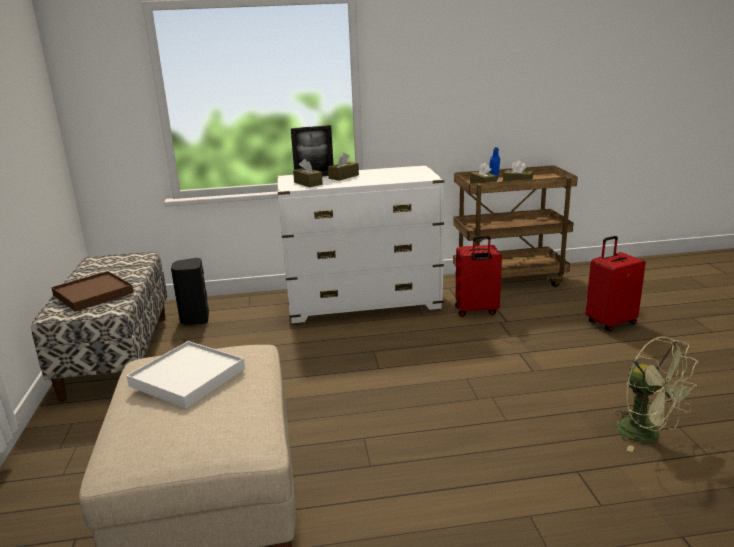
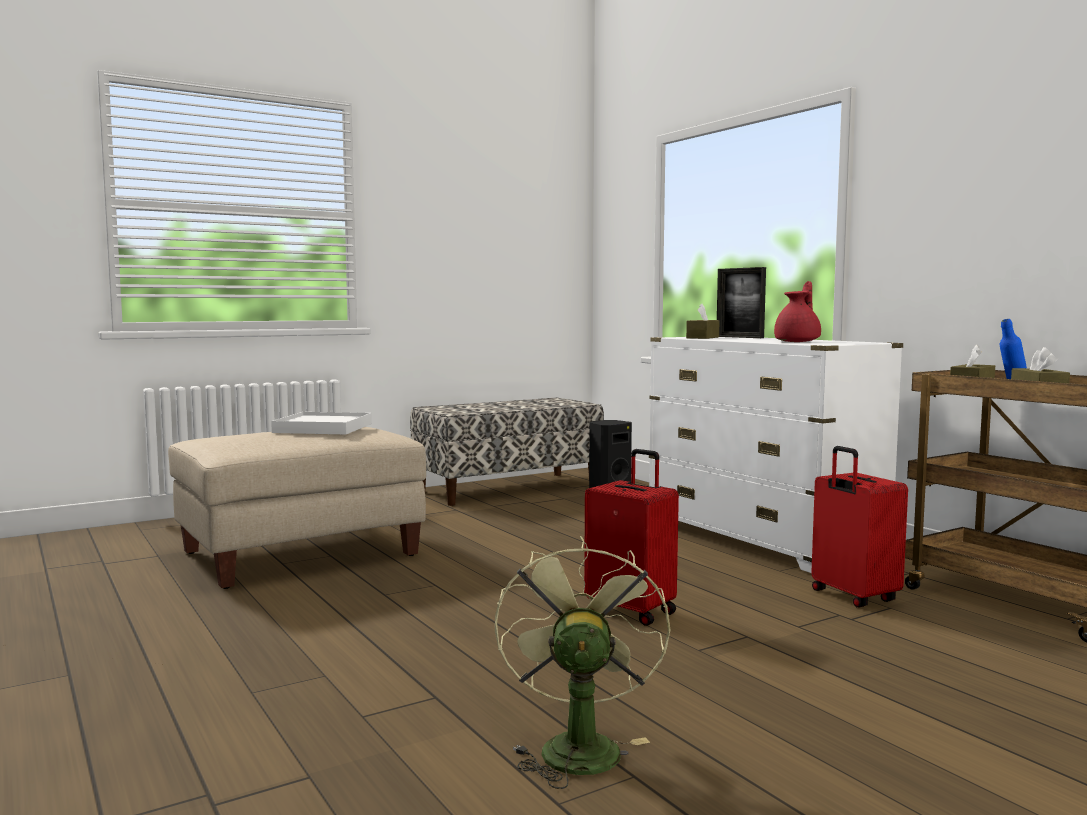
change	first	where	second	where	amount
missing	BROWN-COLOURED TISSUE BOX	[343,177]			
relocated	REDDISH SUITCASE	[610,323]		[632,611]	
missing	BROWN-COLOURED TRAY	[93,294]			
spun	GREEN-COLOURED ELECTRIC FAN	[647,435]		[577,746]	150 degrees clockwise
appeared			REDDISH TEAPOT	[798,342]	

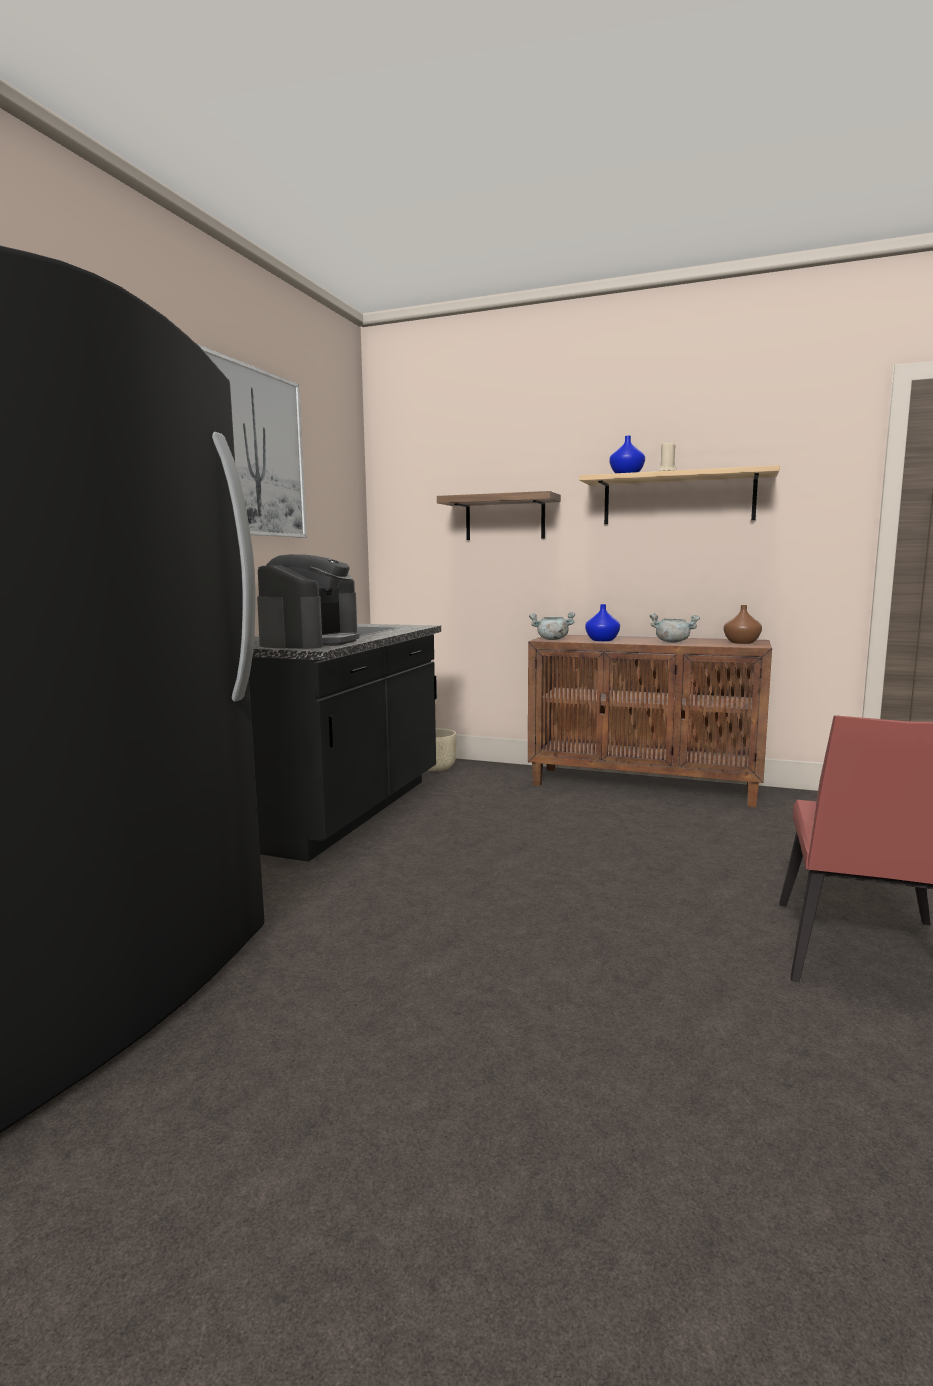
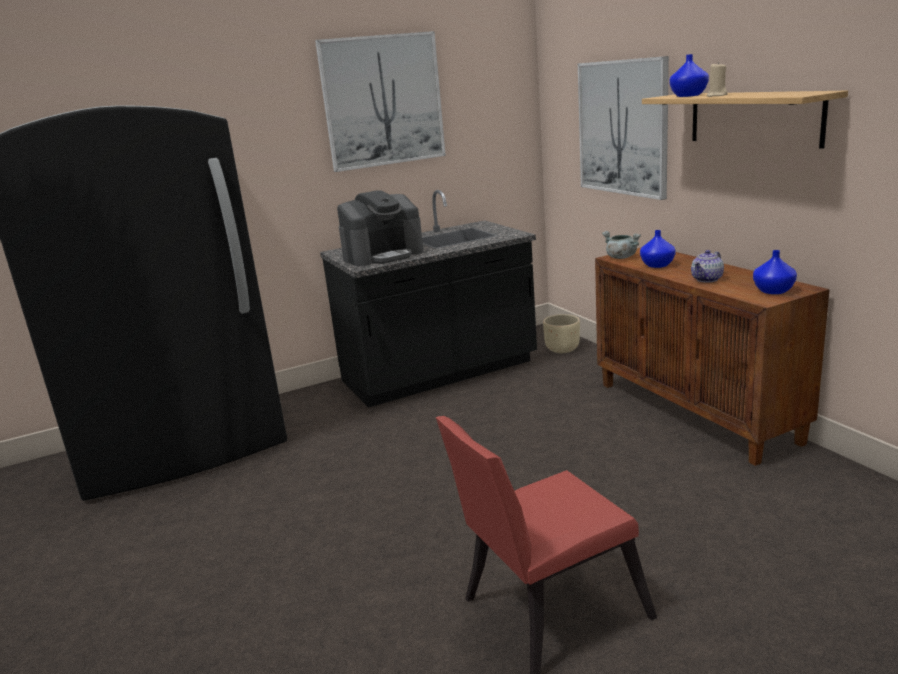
change	first	where	second	where	amount
exchanged	WALL SHELF	[505,518]	PICTURE	[622,128]	
colour	BROWN-COLOURED VASE	[740,642]	BLUISH VASE	[772,291]	
exchanged	GREYISH SAUCEPOT	[673,642]	TEAPOT	[707,279]	

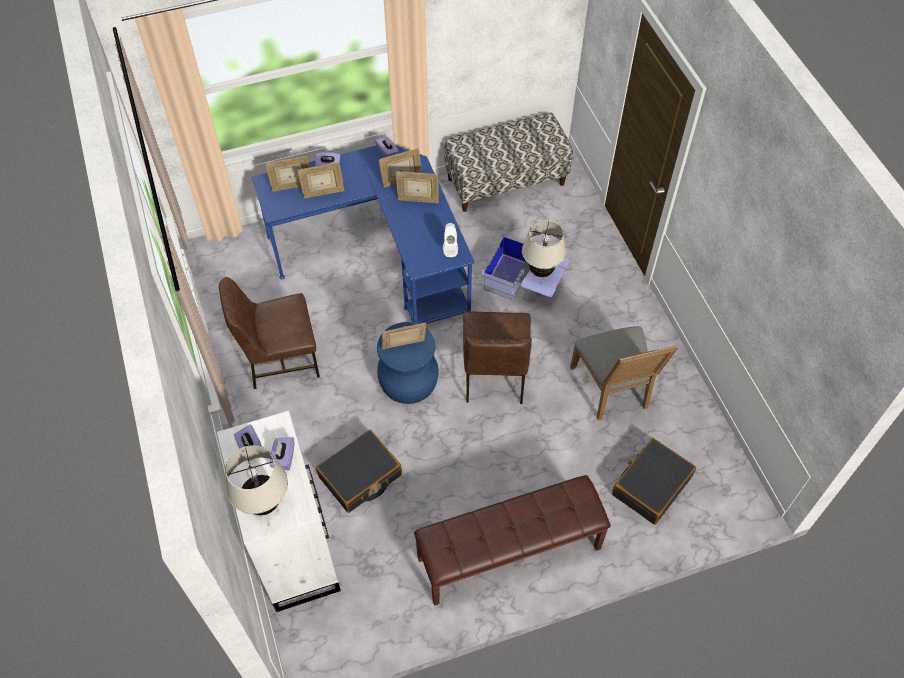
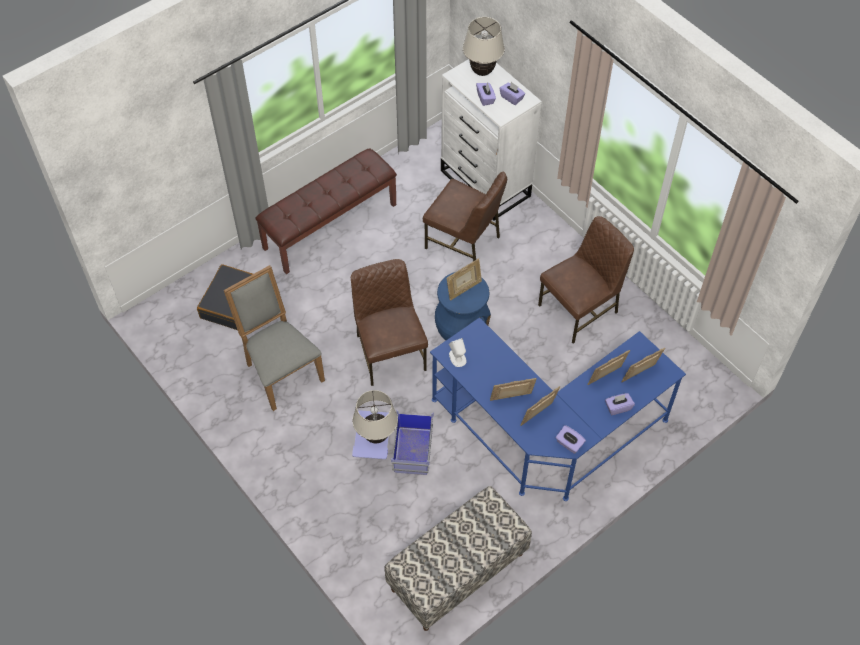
change	first	where	second	where	amount
exchanged	BLACK-COLOURED SUITCASE	[360,476]	BROWN-COLOURED UPRIGHT CHAIR	[464,242]	

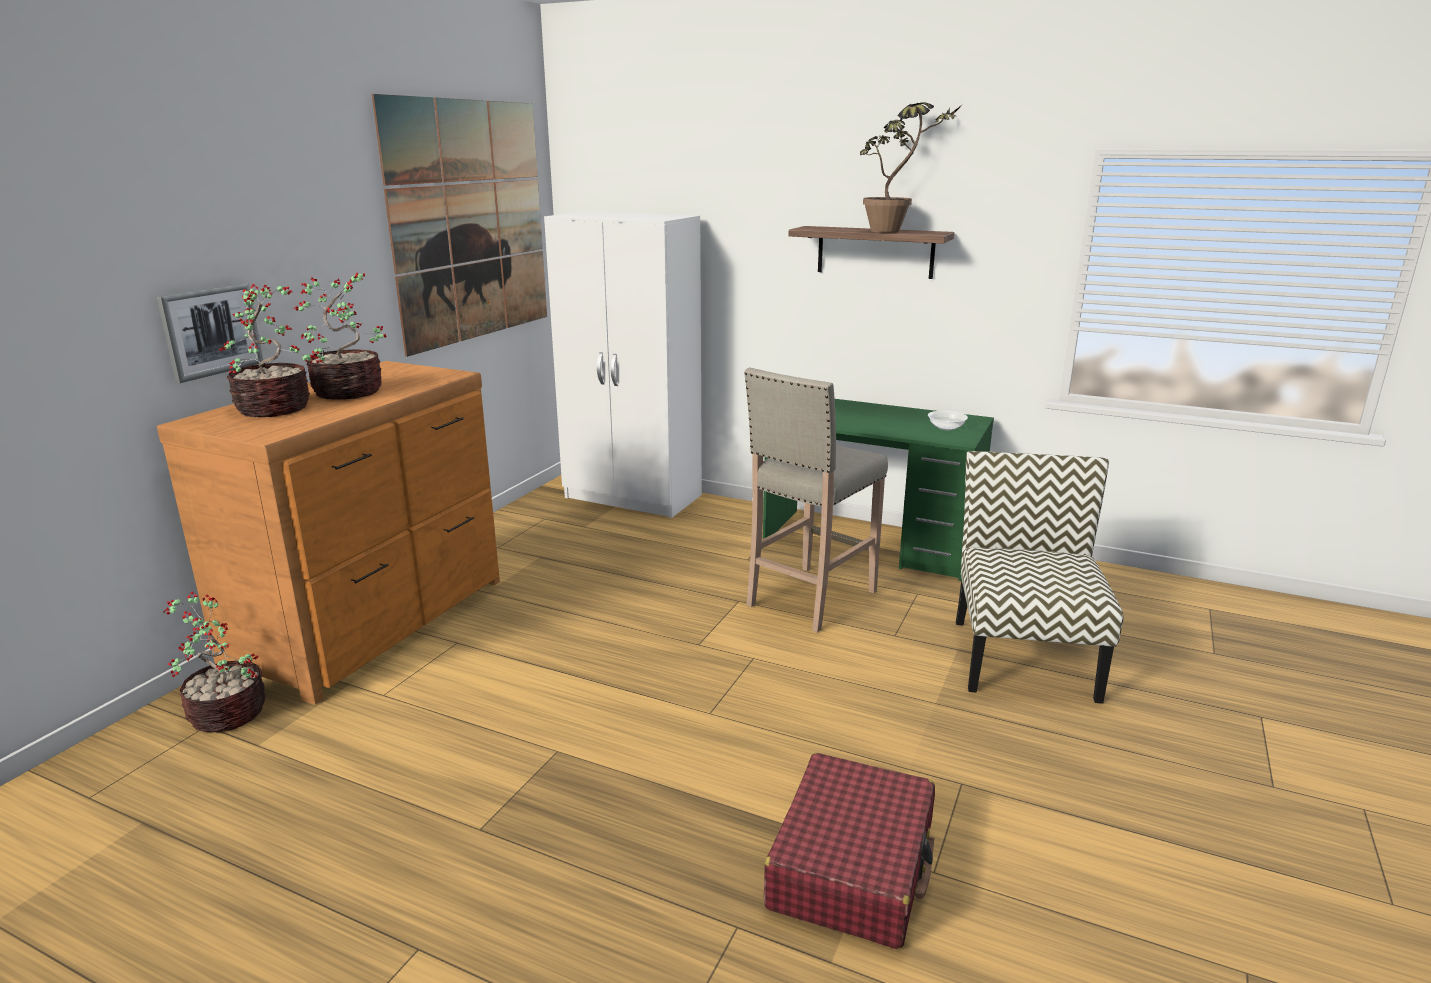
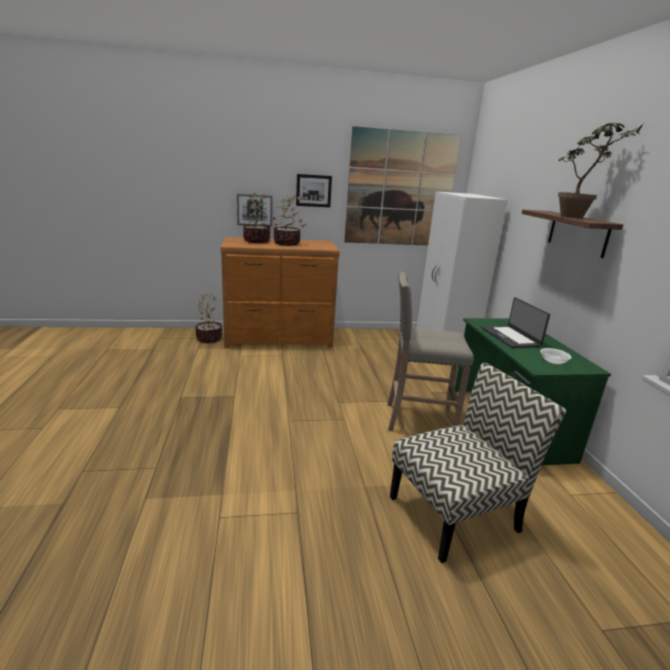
change	first	where	second	where	amount
missing	REDDISH SUITCASE	[852,866]			
appeared			PICTURE	[313,190]	
appeared			NOTEBOOK COMPUTER	[511,337]	

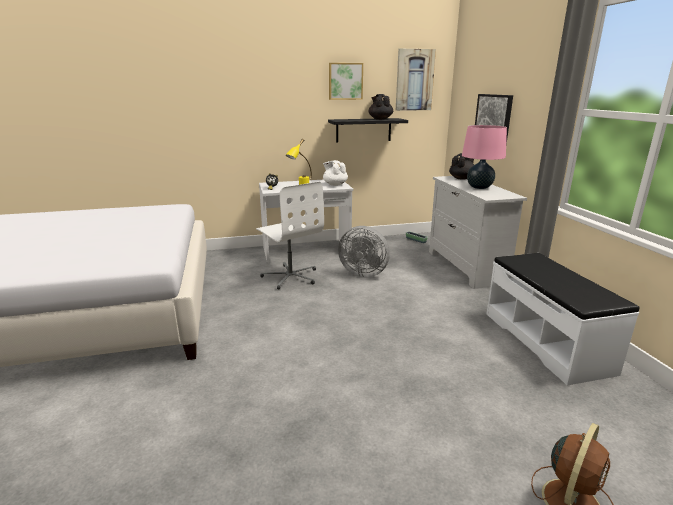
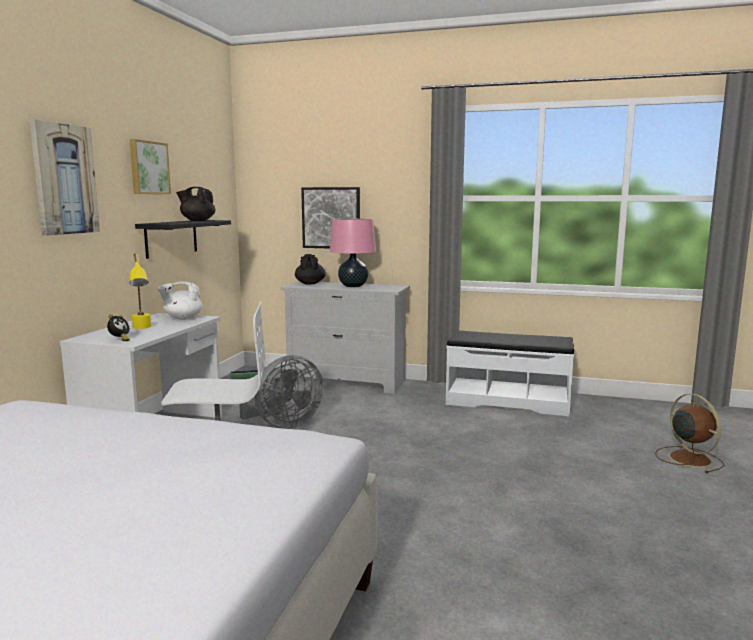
change	first	where	second	where	amount
relocated	PICTURE	[414,80]		[64,179]	

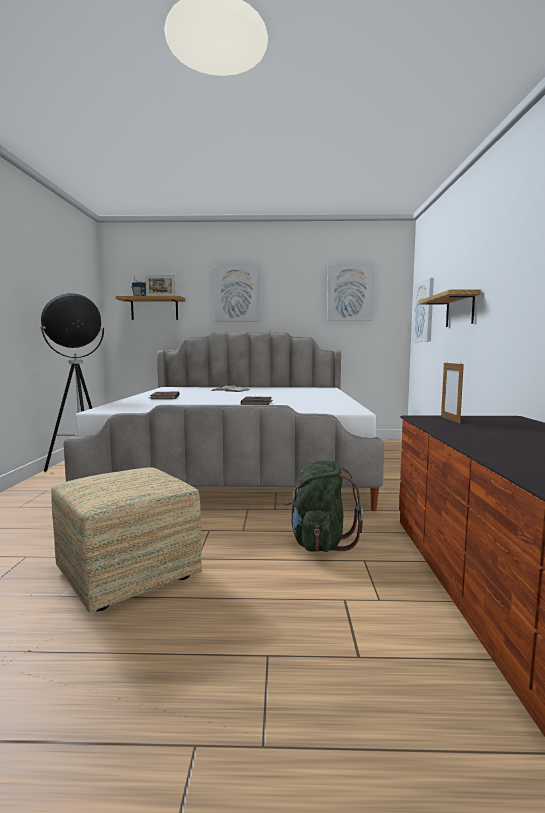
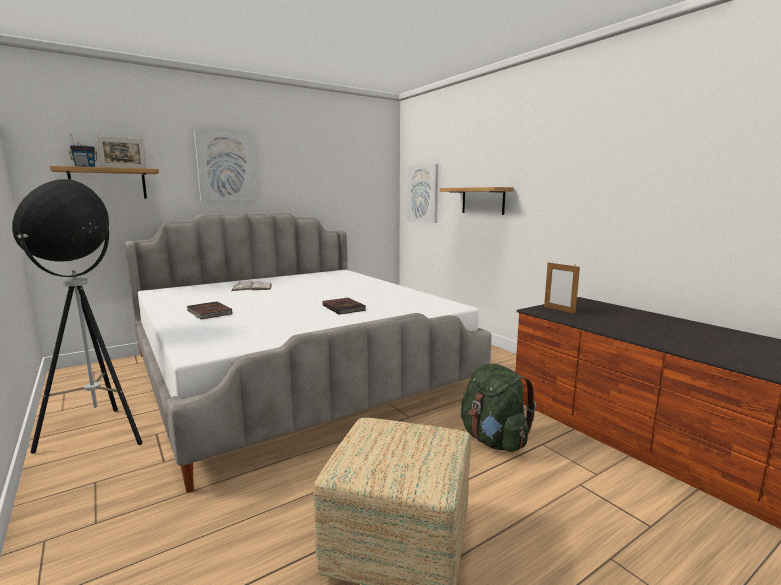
change	first	where	second	where	amount
missing	PICTURE	[349,293]			

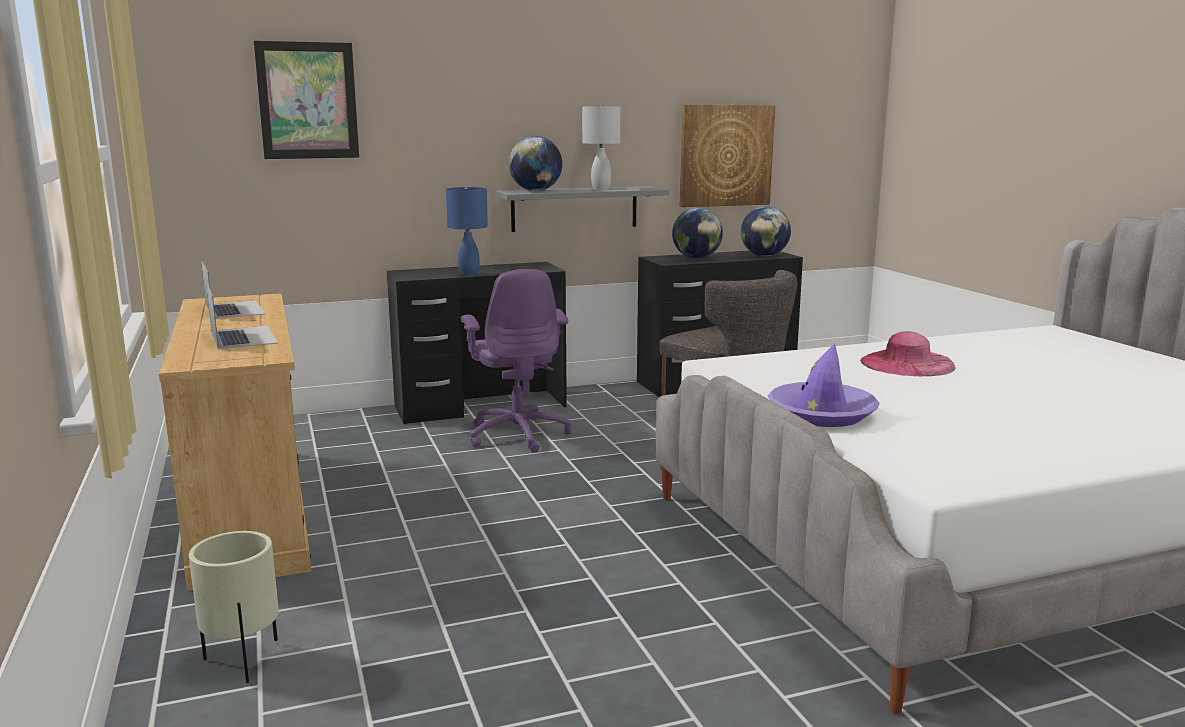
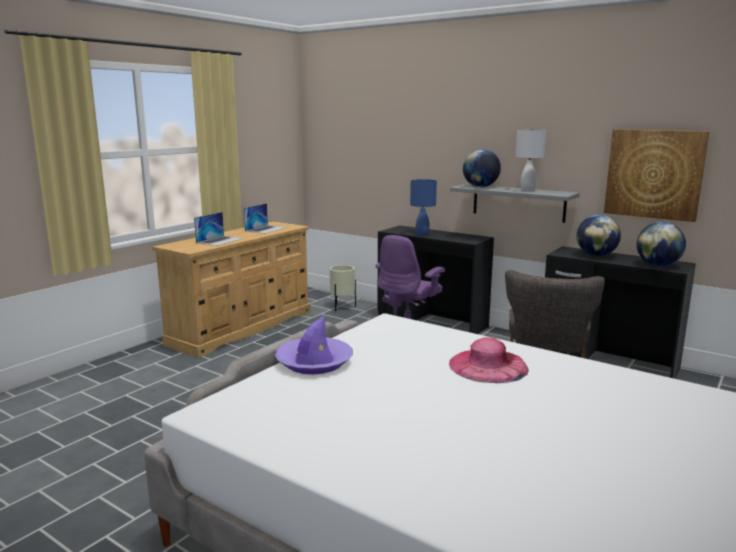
change	first	where	second	where	amount
missing	PICTURE	[308,100]			
relocated	BEIGE FLOWER POT	[242,661]		[342,307]	

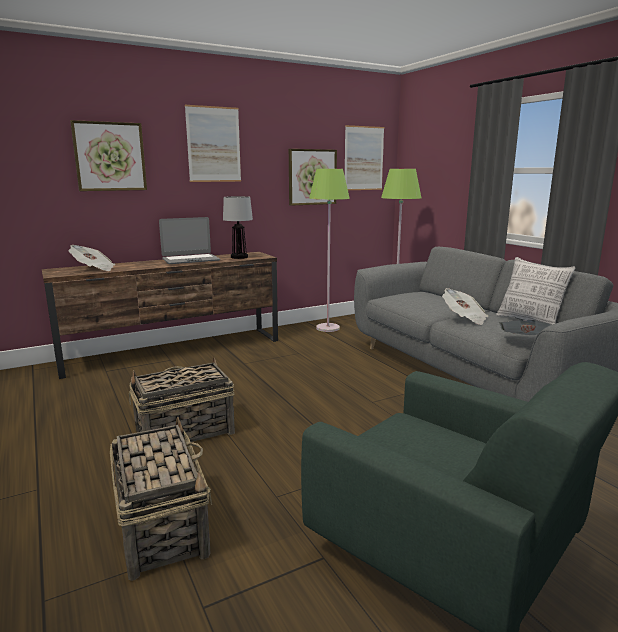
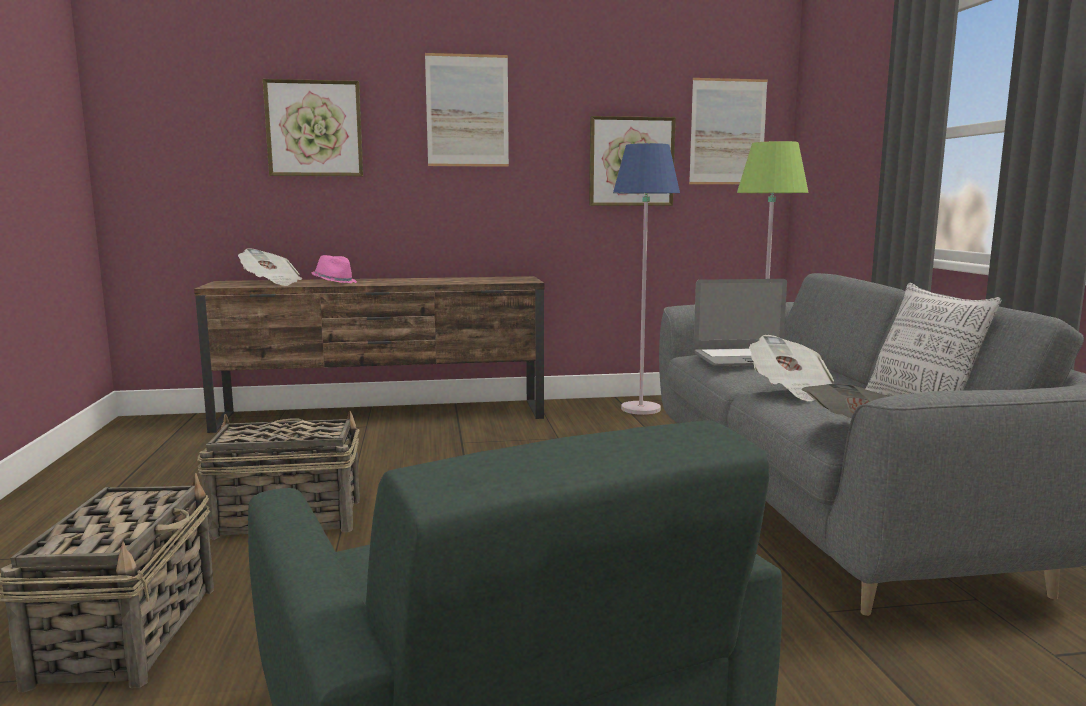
change	first	where	second	where	amount
colour	GREEN-COLOURED STANDARD LAMP	[328,328]	BLUISH STANDARD LAMP	[641,409]	
missing	TABLETOP LAMP	[239,257]			
relocated	NOTEBOOK COMPUTER	[190,260]		[749,359]	
appeared			PINKISH WEARABLE HAT	[334,282]	

